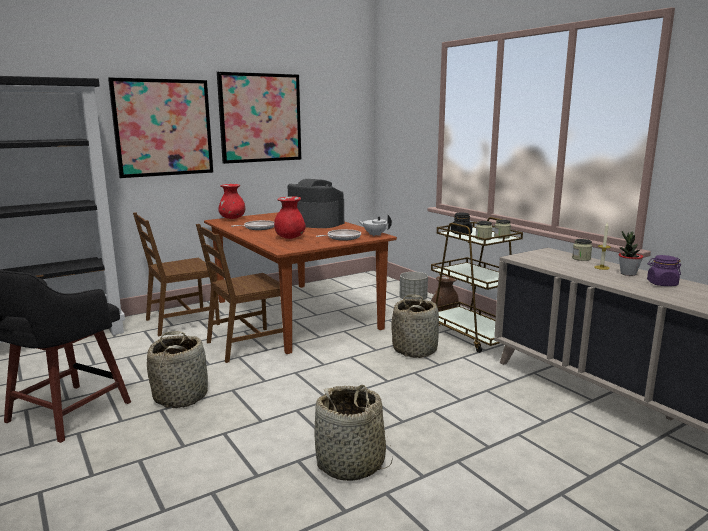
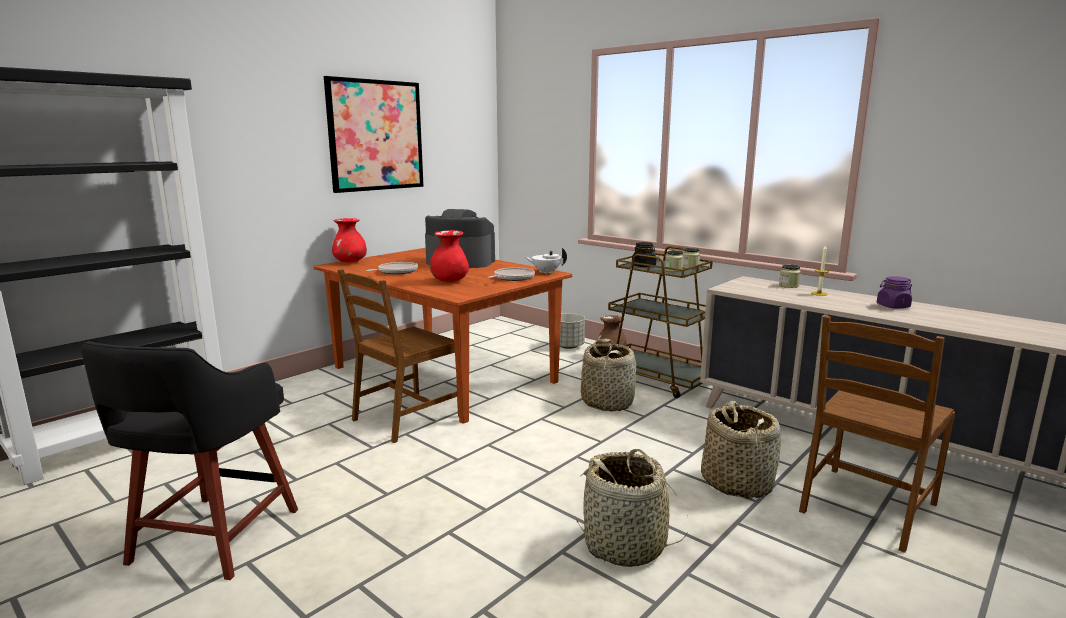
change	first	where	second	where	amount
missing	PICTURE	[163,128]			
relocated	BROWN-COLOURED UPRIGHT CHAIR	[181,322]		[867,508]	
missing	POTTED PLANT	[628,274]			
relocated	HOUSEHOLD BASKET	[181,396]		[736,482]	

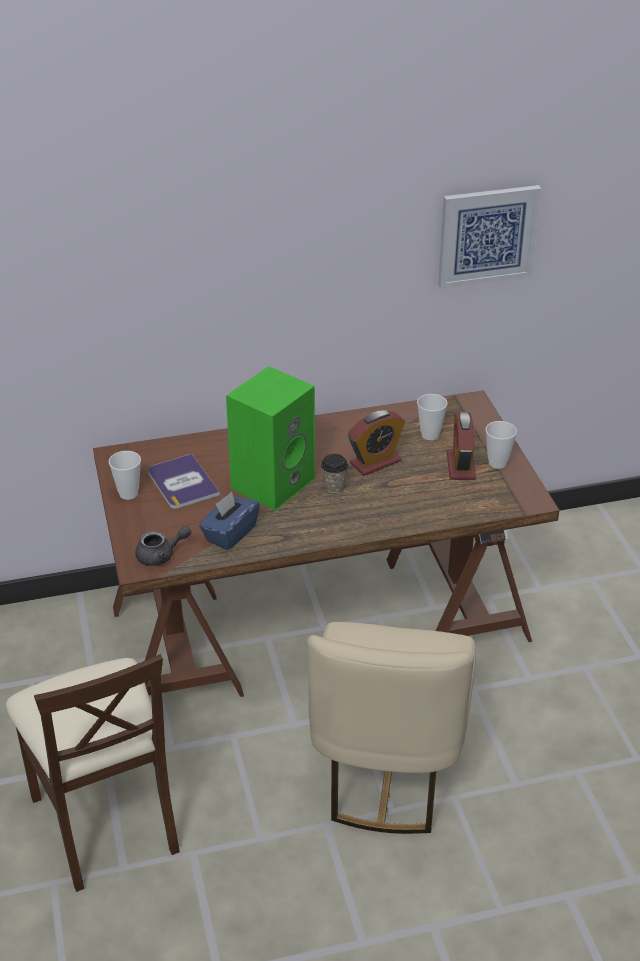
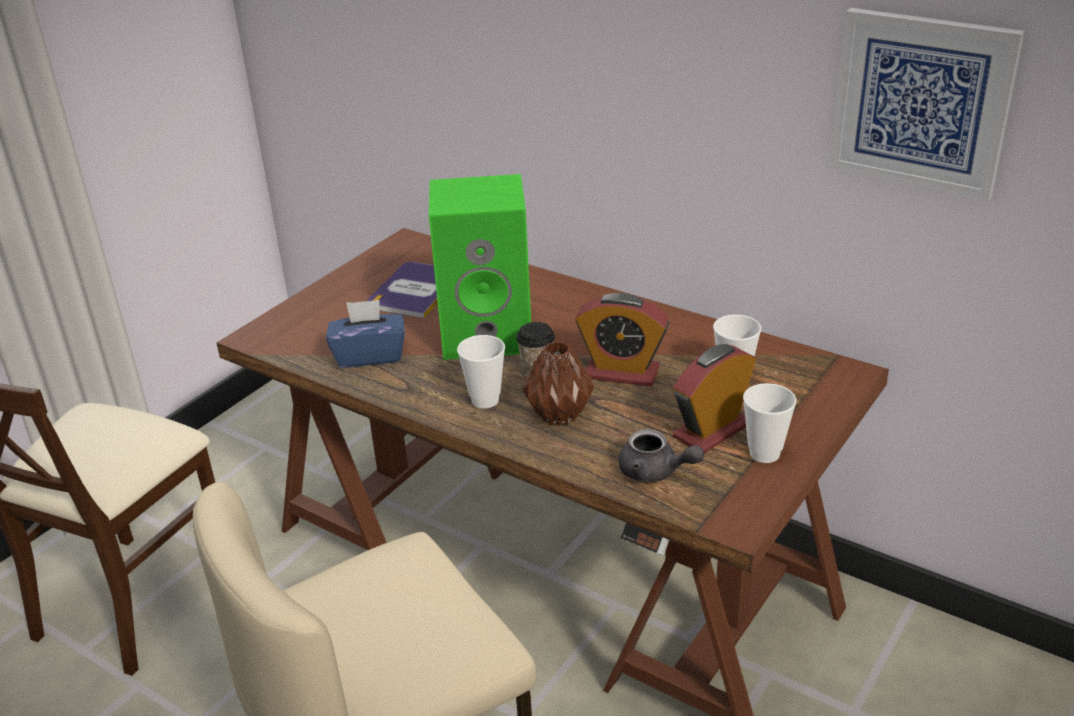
change	first	where	second	where	amount
relocated	CUP	[128,493]		[485,400]	
relocated	GREYISH TEAPOT	[161,555]		[655,472]	
appeared			BROWN-COLOURED VASE	[559,414]	

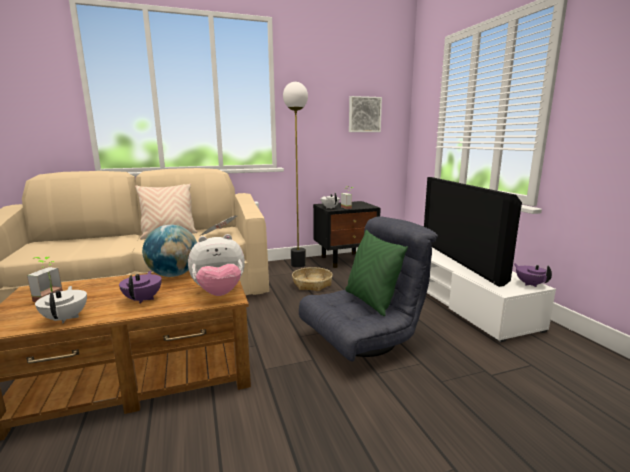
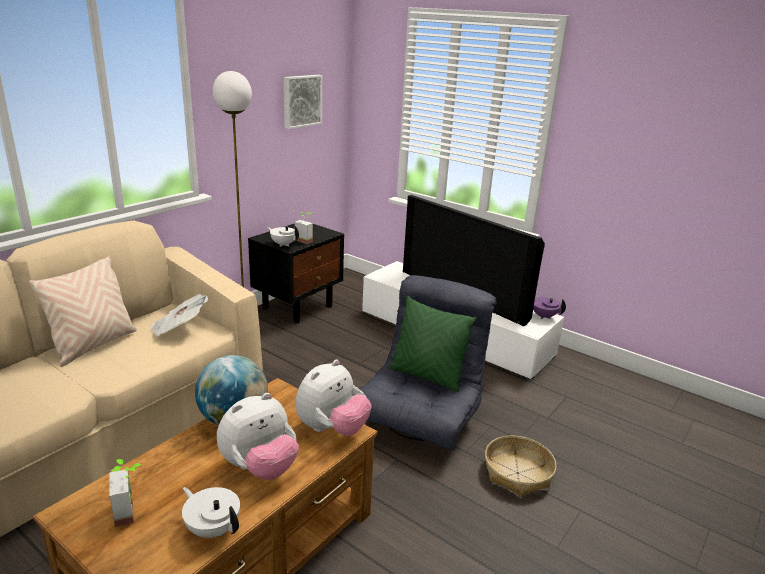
change	first	where	second	where	amount
relocated	HOUSEHOLD BASKET	[312,284]		[517,473]	
exchanged	PURPLISH TEAPOT	[143,299]	PLUSH TOY	[260,468]	

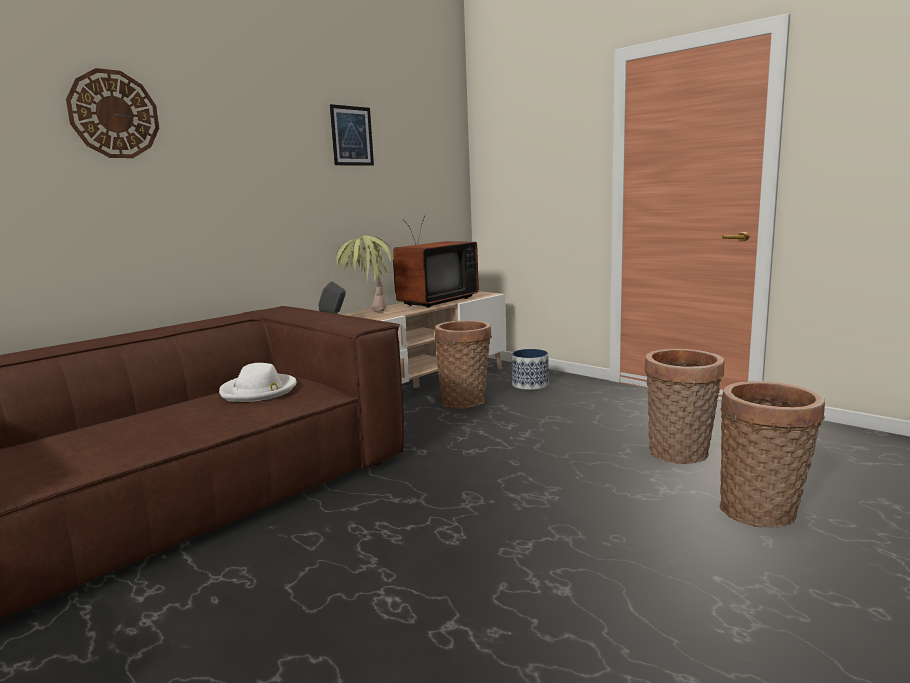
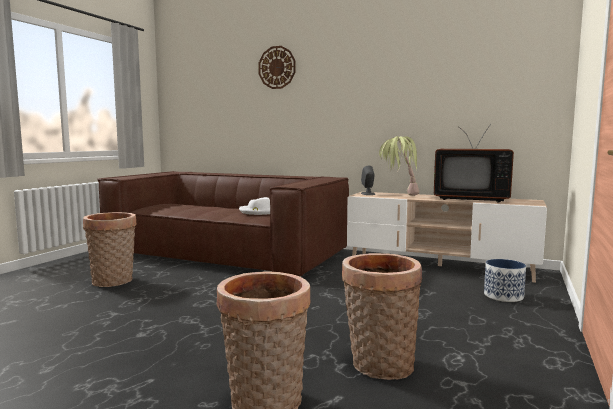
change	first	where	second	where	amount
missing	PICTURE	[352,136]			
relocated	HOUSEHOLD BASKET	[465,401]		[113,282]	

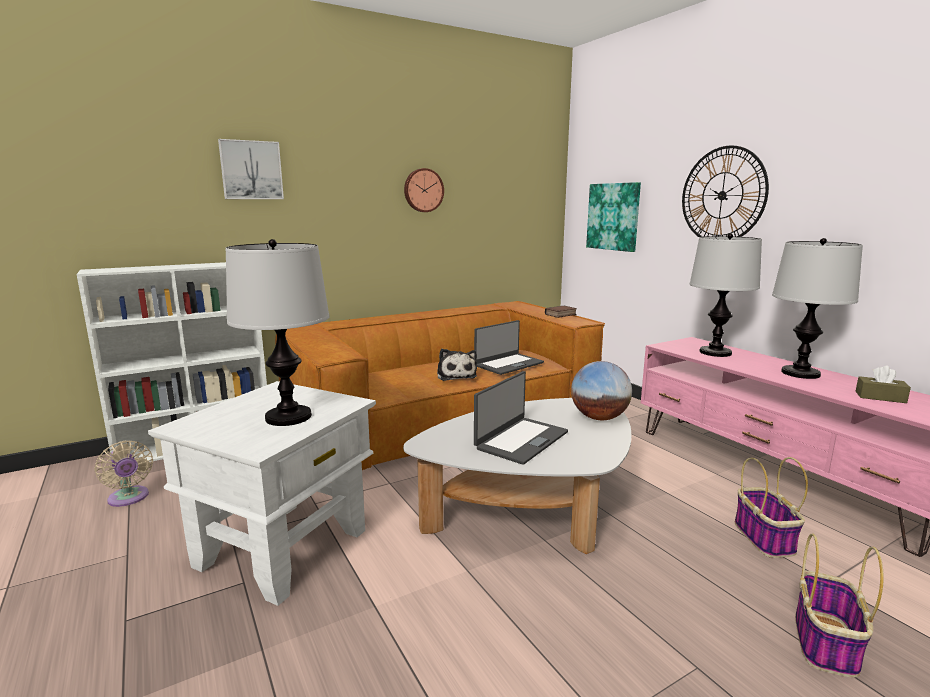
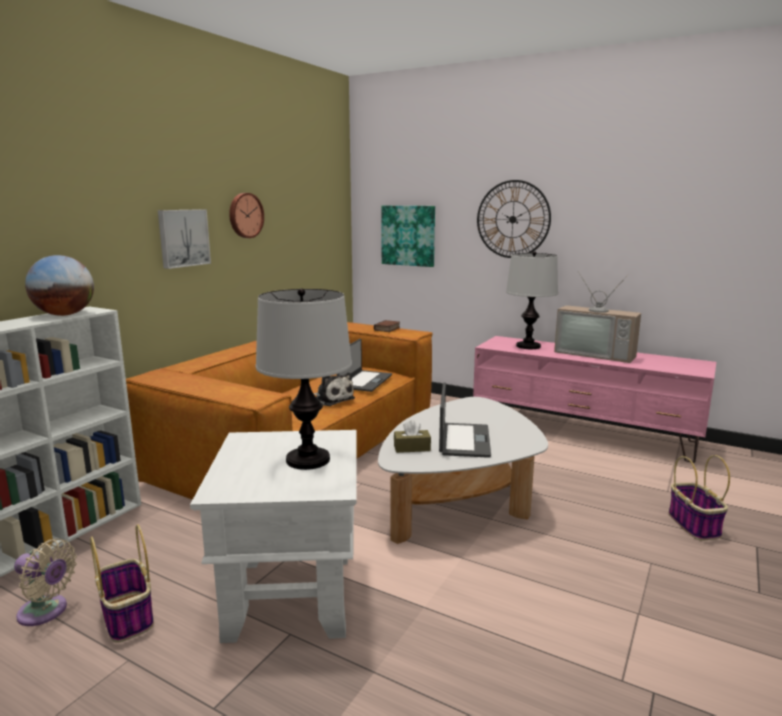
change	first	where	second	where	amount
relocated	PICTURE	[251,170]		[183,238]	
exchanged	TABLETOP LAMP	[801,373]	TV SET	[596,353]	
relocated	GLOBE	[599,418]		[64,315]	
relocated	BROWN-COLOURED TISSUE BOX	[880,397]		[412,448]	
relocated	HOUSEHOLD BASKET	[765,538]		[128,617]	

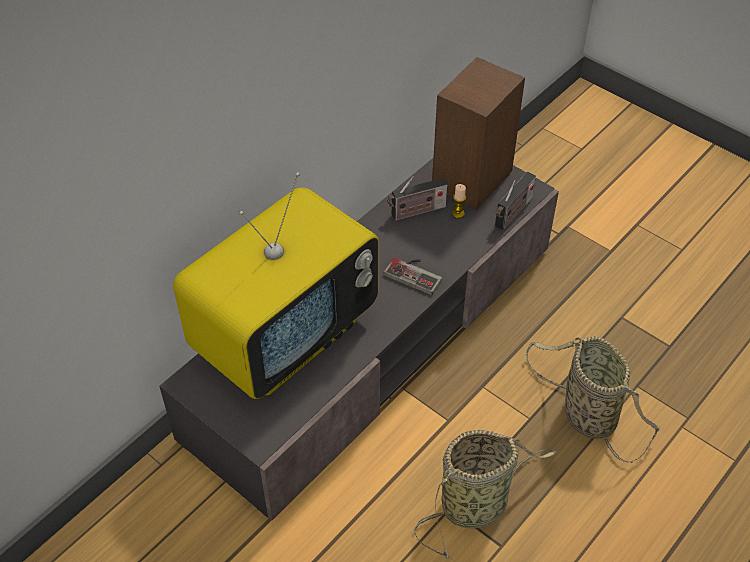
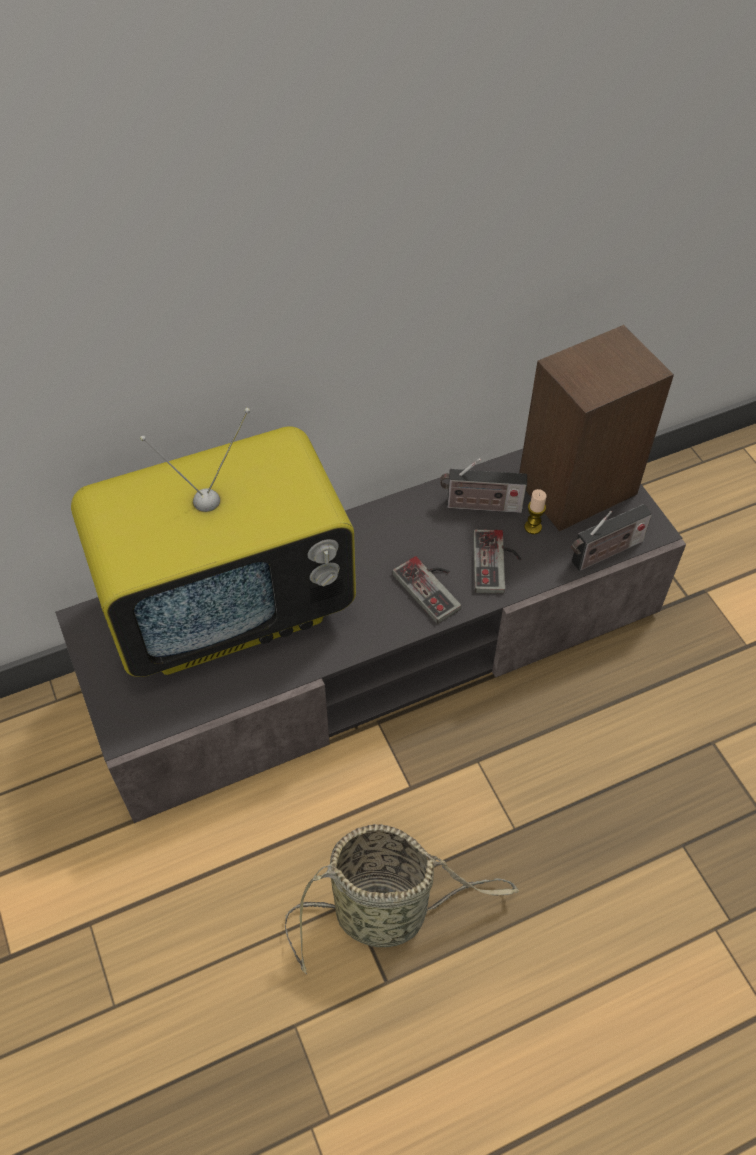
change	first	where	second	where	amount
missing	HOUSEHOLD BASKET	[585,414]			
appeared			GAMEPAD	[497,563]	

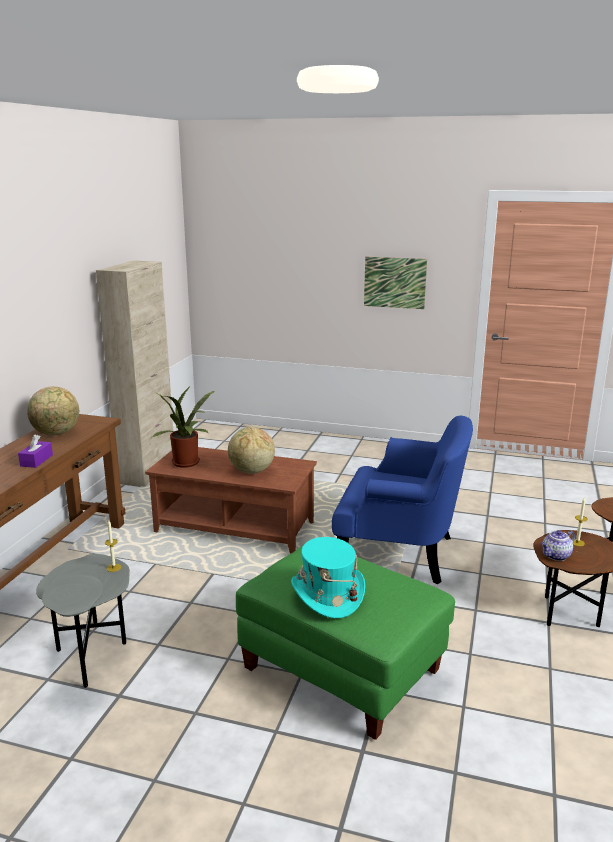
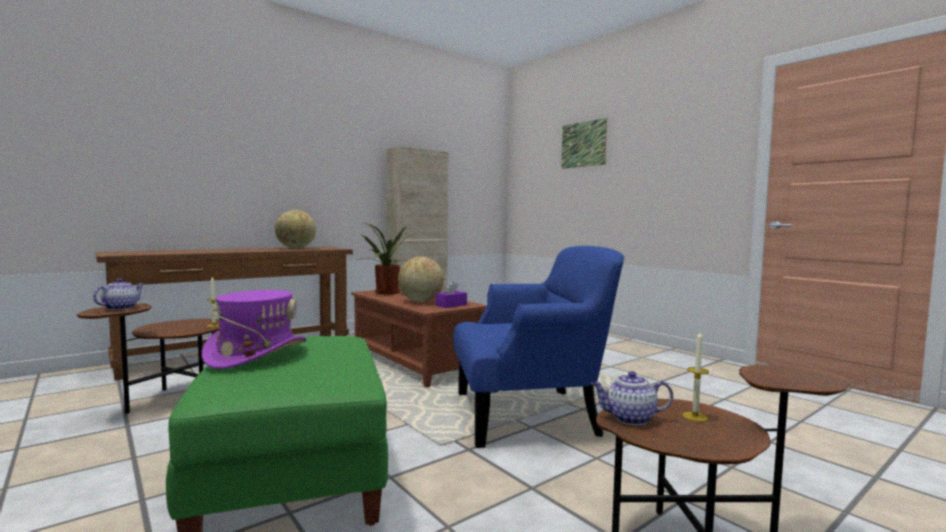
change	first	where	second	where	amount
relocated	PICTURE	[394,282]		[583,144]	
spun	BLUISH EASY CHAIR	[400,552]		[530,414]	60 degrees counterclockwise
relocated	PURPLISH TISSUE BOX	[36,460]		[451,305]	
colour	TURQUOISE-COLOURED WEARABLE HAT	[327,594]	PURPLISH WEARABLE HAT	[256,354]	
colour	GREYISH SIDE TABLE	[91,656]	BROWN-COLOURED SIDE TABLE	[170,399]	
appeared			TEAPOT	[121,308]	

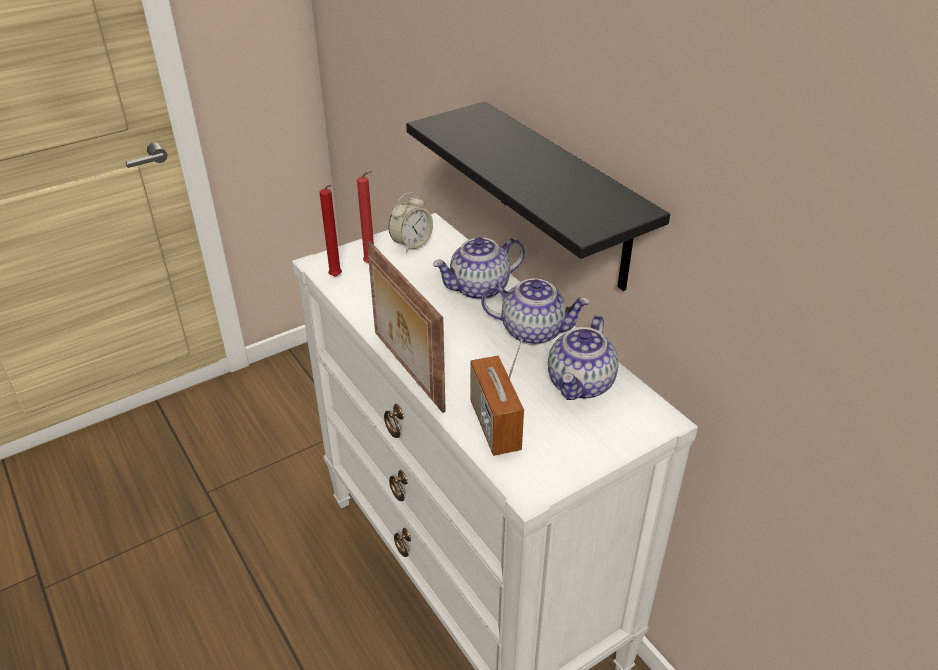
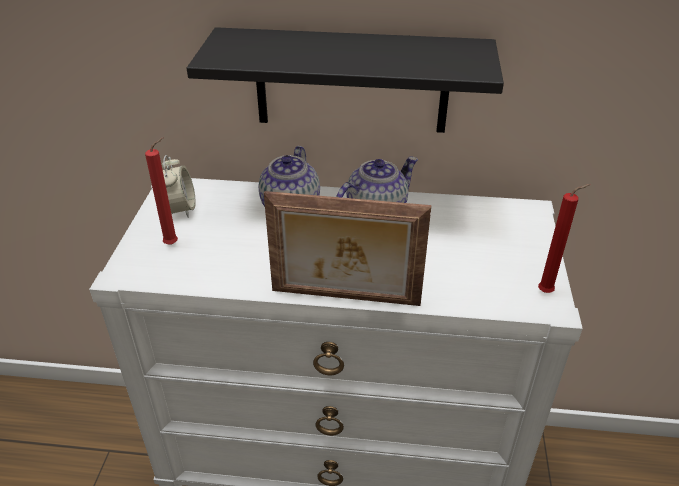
change	first	where	second	where	amount
relocated	REDDISH CANDLE	[336,277]		[547,292]	
missing	TEAPOT	[581,384]			
missing	RADIO SET	[495,426]			

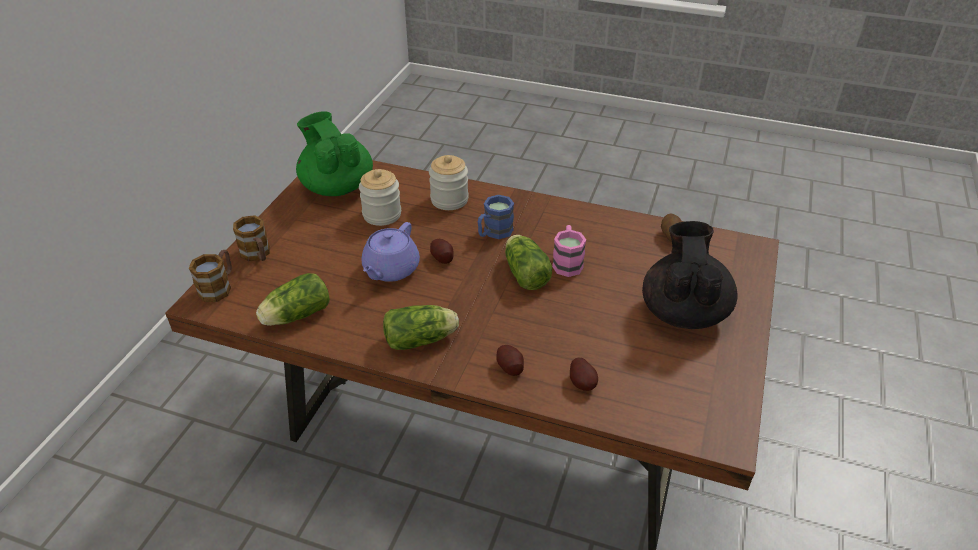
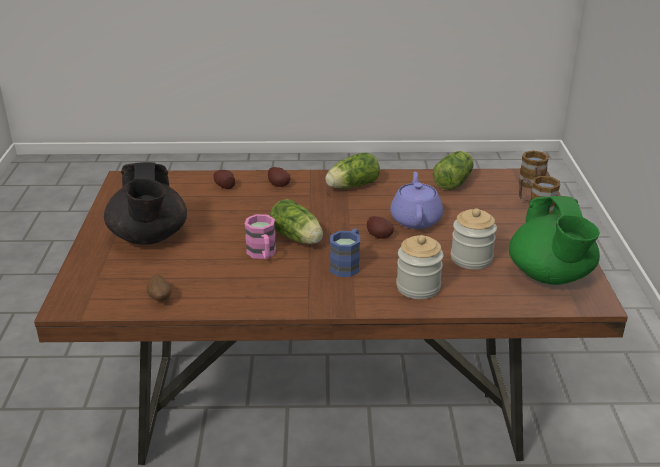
change	first	where	second	where	amount
spun	GREEN-COLOURED TEAPOT	[337,186]		[550,276]	45 degrees clockwise

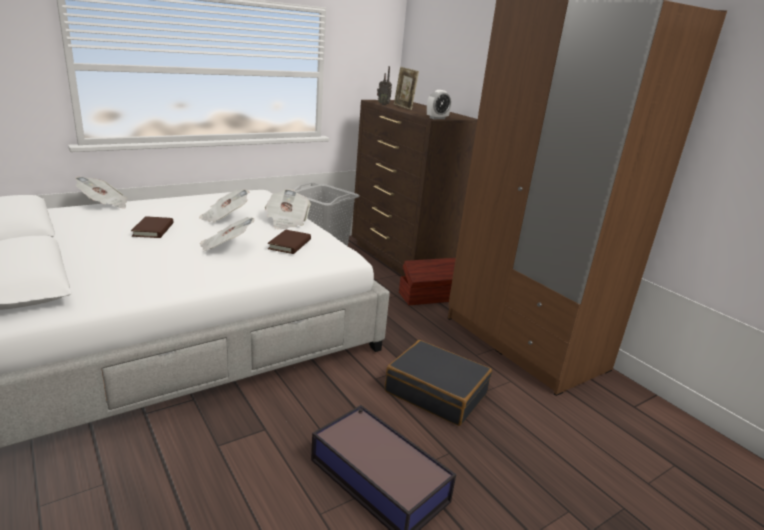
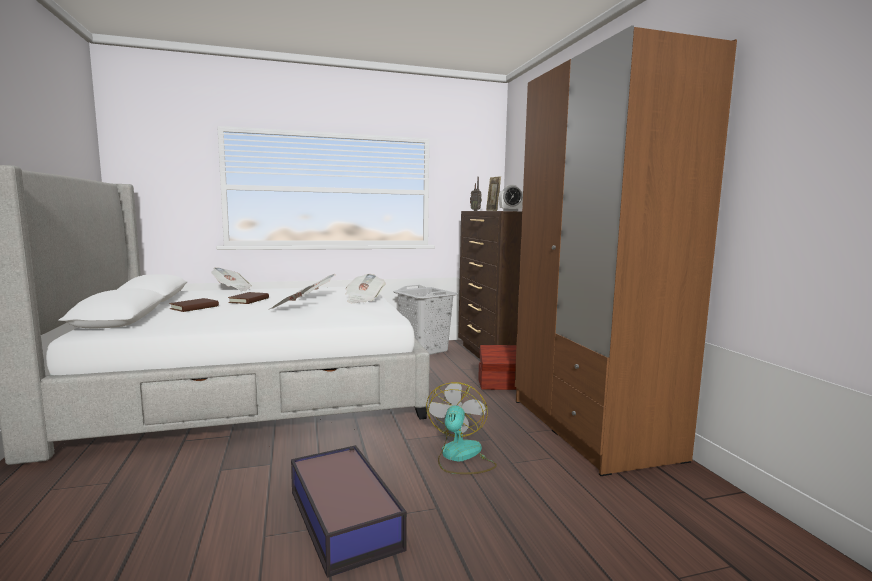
change	first	where	second	where	amount
relocated	BROWN-COLOURED BOOK	[289,244]		[194,307]	
exchanged	BLACK-COLOURED SUITCASE	[436,392]	ELECTRIC FAN	[460,457]	

